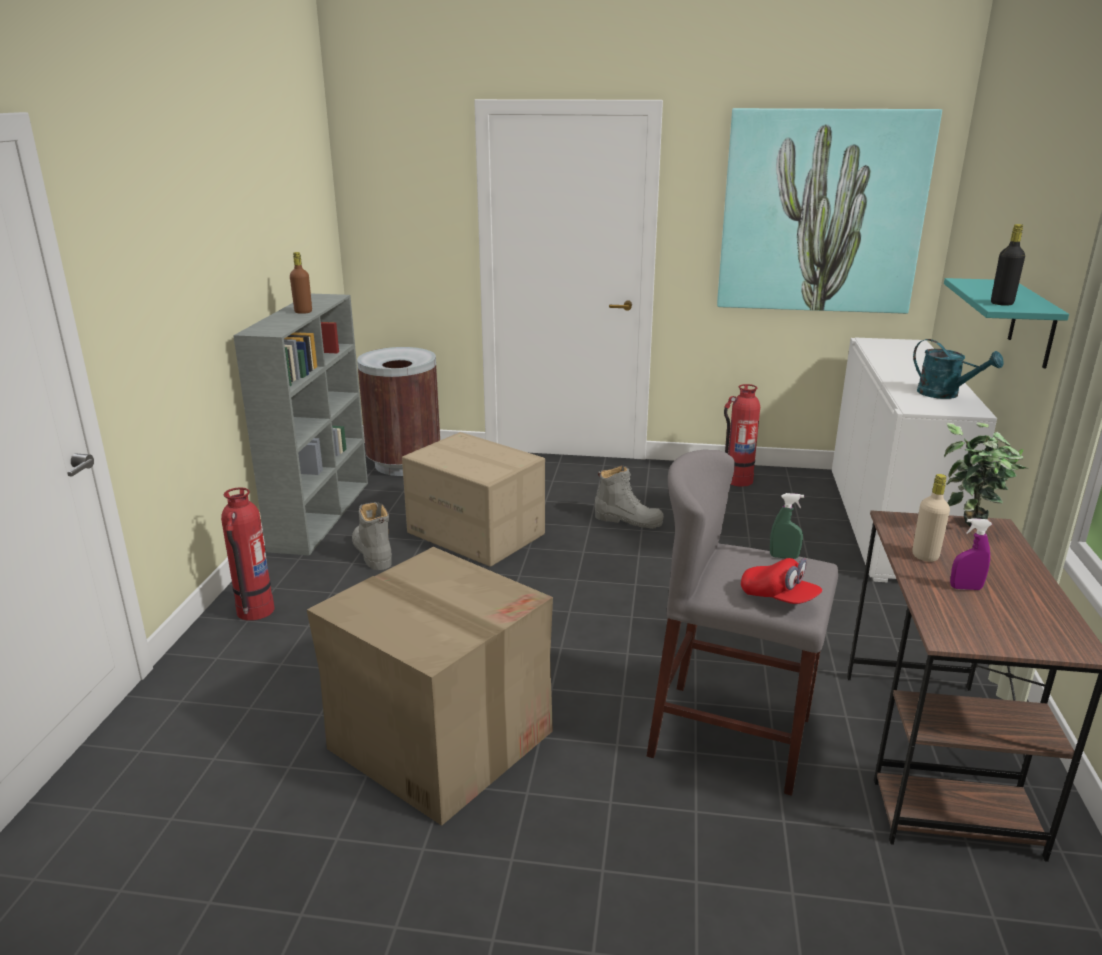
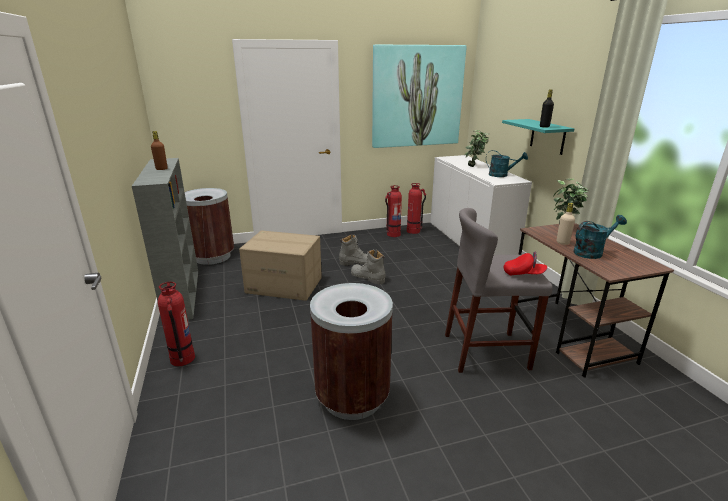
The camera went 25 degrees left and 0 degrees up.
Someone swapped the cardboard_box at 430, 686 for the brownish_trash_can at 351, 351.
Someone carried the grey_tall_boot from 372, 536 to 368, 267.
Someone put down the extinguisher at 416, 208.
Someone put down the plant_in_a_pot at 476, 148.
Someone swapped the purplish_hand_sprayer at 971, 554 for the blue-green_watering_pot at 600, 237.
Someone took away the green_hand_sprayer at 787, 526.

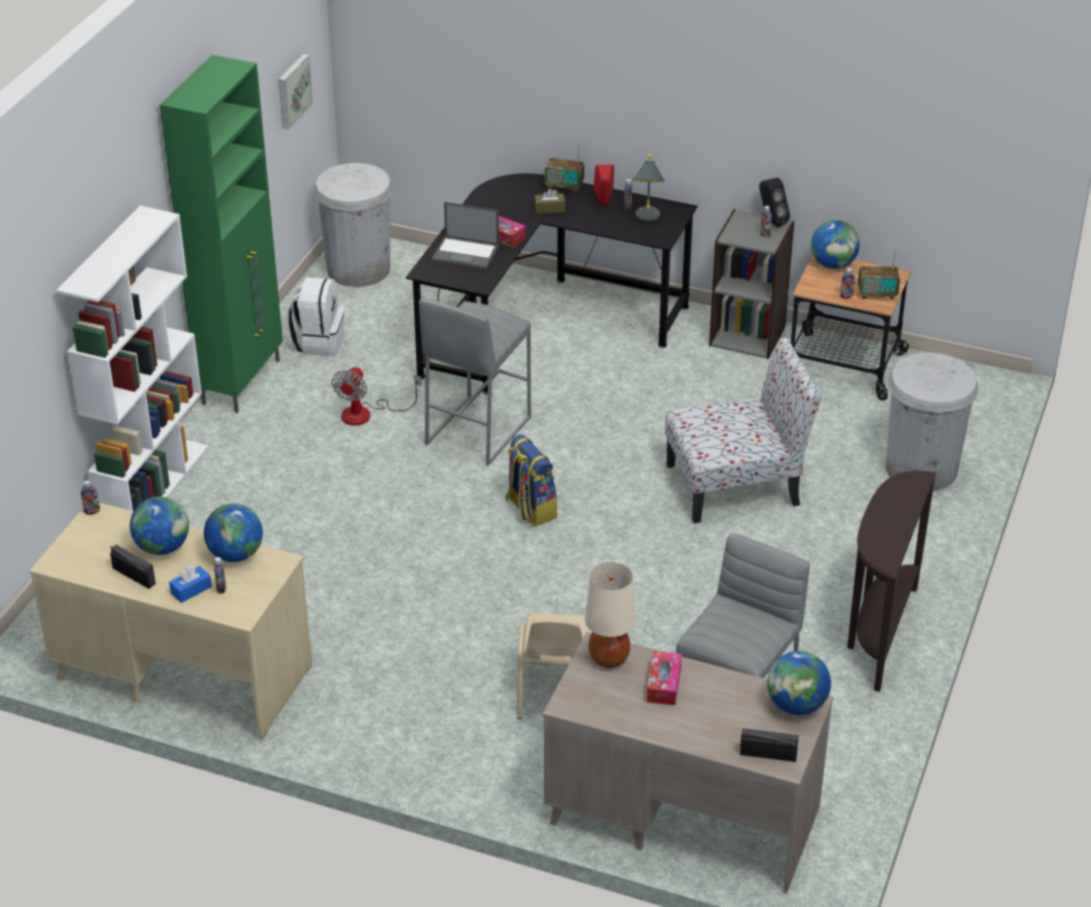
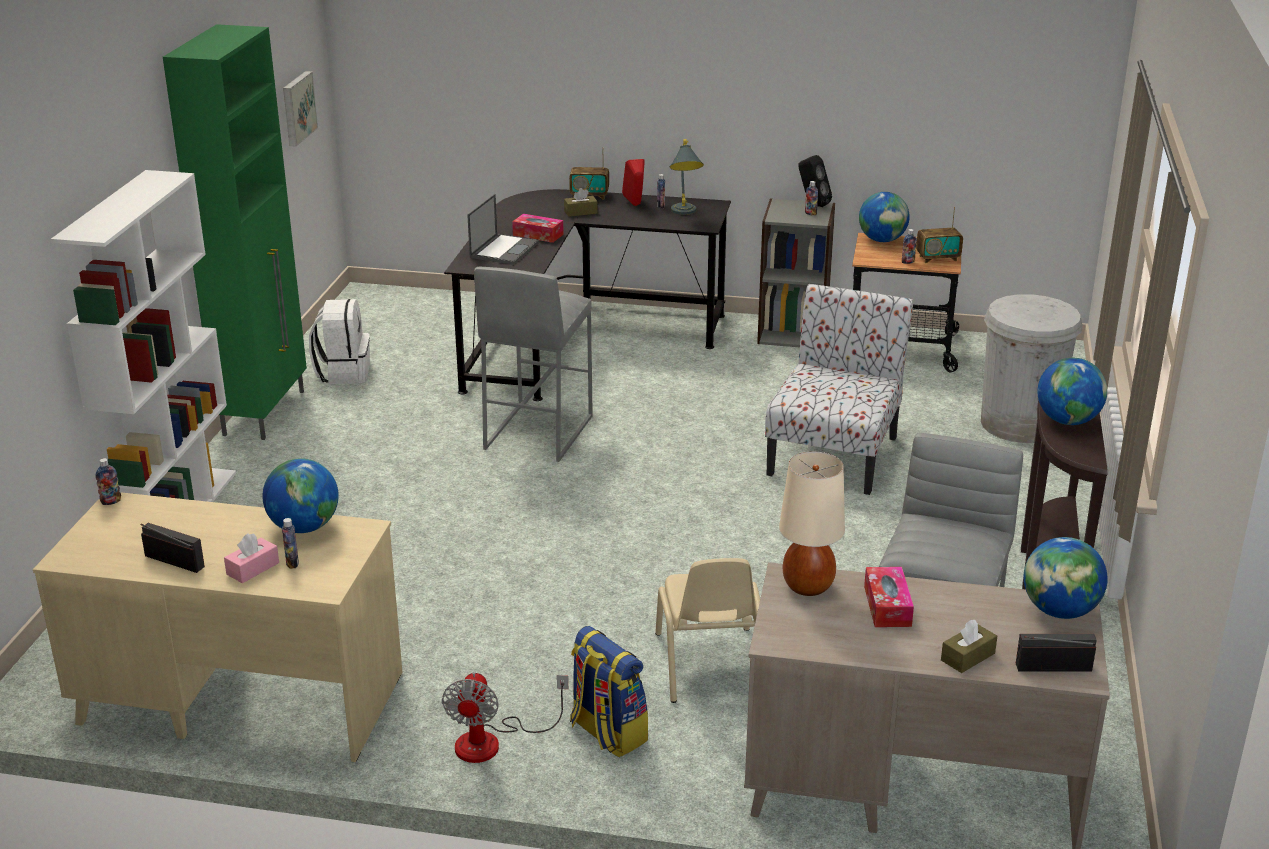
The camera went 10 degrees left and 10 degrees down.
Someone repainted the blue-coloured_tissue_holder at 190, 584, which became the pink-coloured_tissue_holder at 251, 558.
Someone carried the fan from 376, 396 to 505, 717.
Someone rotated the notebook_computer at 465, 236 by 75 degrees counterclockwise.
Someone carried the rucksack from 531, 480 to 609, 691.
Someone rotated the upright_chair at 743, 430 by 45 degrees counterclockwise.
Someone put down the brownish_tissue_holder at 969, 646.
Someone carried the desk_globe from 159, 525 to 1072, 391.
Someone took away the whitish_trash_can at 353, 225.

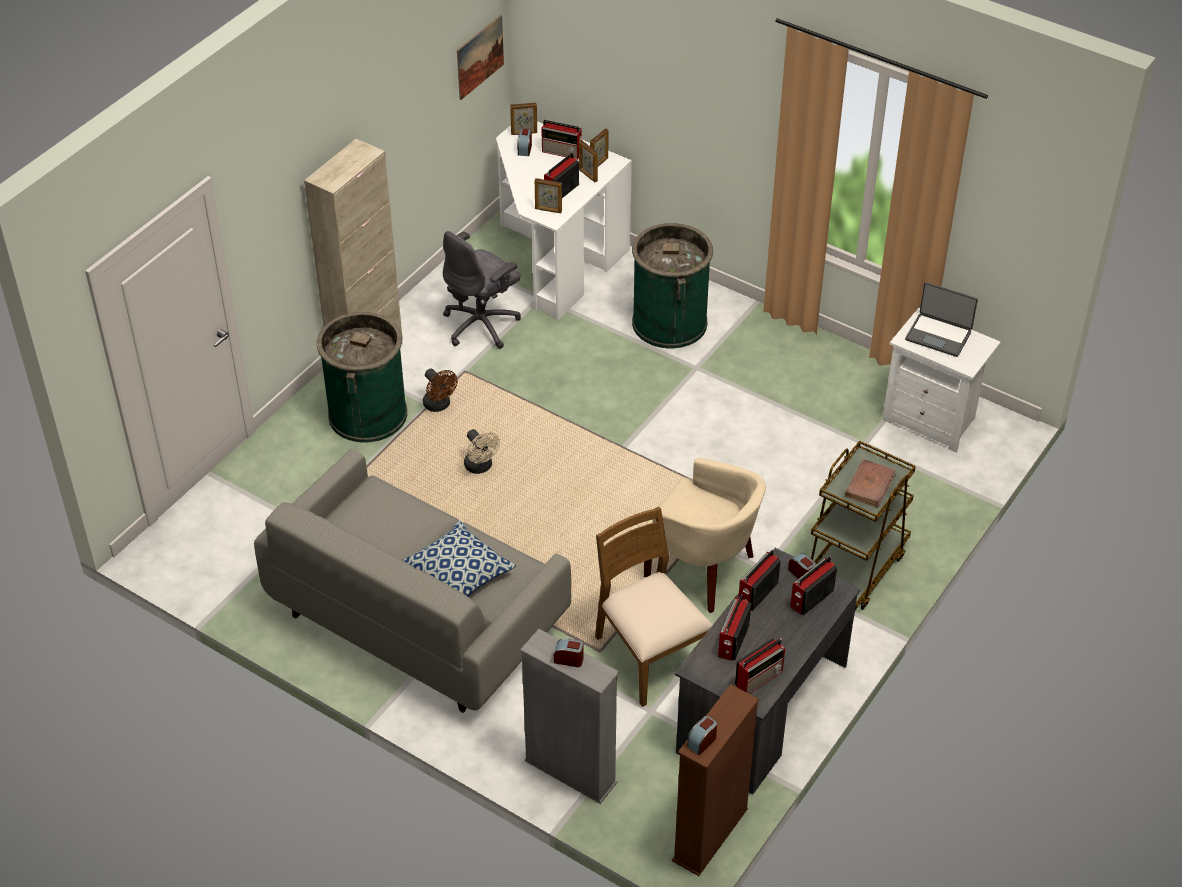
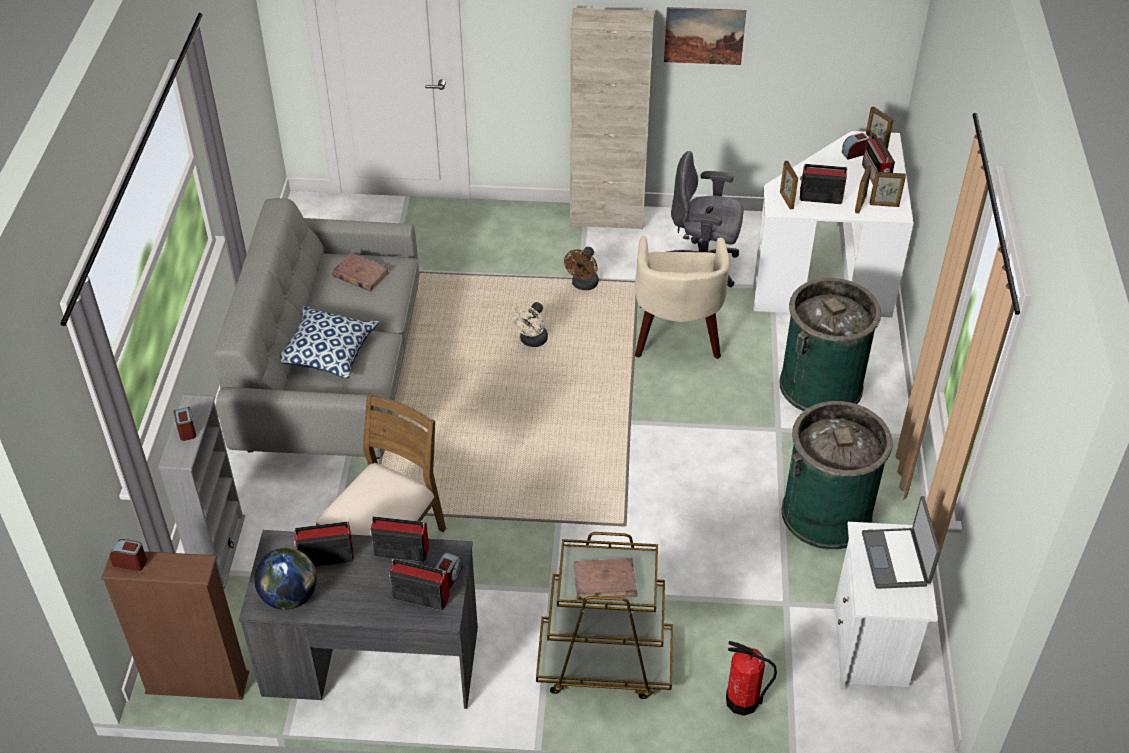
The camera went 60 degrees right and 0 degrees up.
Someone swapped the radio at 760, 666 for the desk_globe at 285, 579.
Someone put down the brownish_volume at 361, 272.
Someone carried the sand-coloured_easy_chair from 705, 535 to 682, 297.
Someone carried the wall_picture from 480, 57 to 705, 36.
Someone put down the extinguisher at 751, 678.
Someone carried the green_trash_can from 362, 377 to 837, 475.

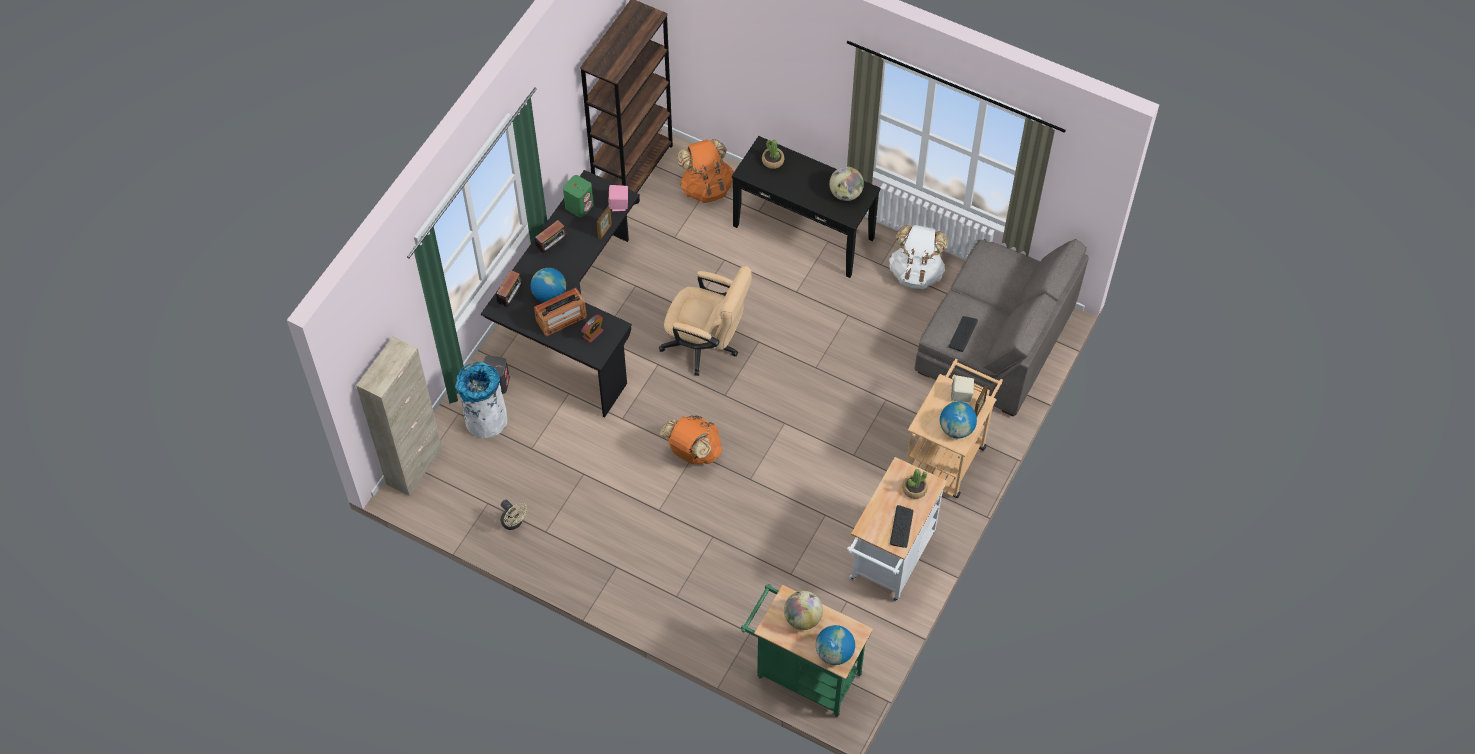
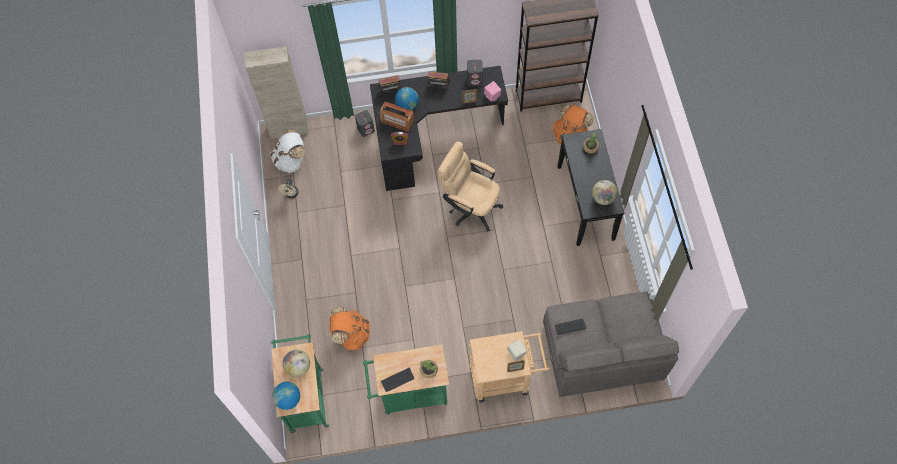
The camera went 55 degrees right and 5 degrees up.
Someone carried the whitish_rucksack from 918, 257 to 287, 151.
Someone carried the orange-coloured_rucksack from 691, 439 to 350, 329.
Someone repainted the whitish_trolley at 897, 529, which became the green_trolley at 406, 380.
Someone rotated the sand-coloured_office_chair at 705, 321 by 135 degrees clockwise.
Someone repainted the green_loudspeaker at 578, 196, which became the grey_loudspeaker at 475, 73.
Someone took away the whitish_trash_can at 481, 400.
Someone took away the desk_globe at 958, 420.

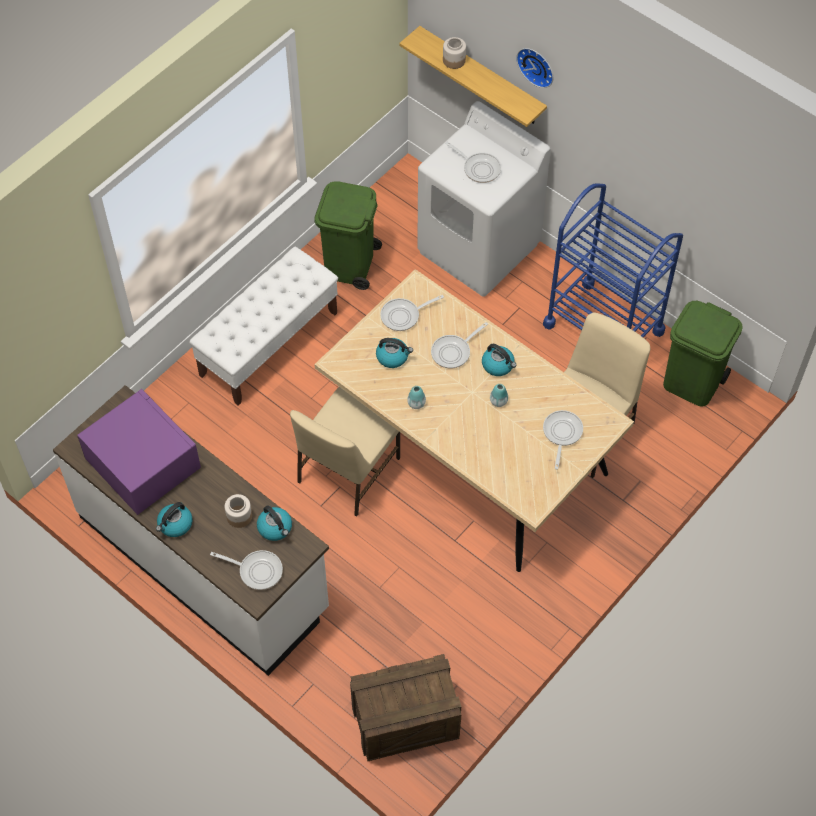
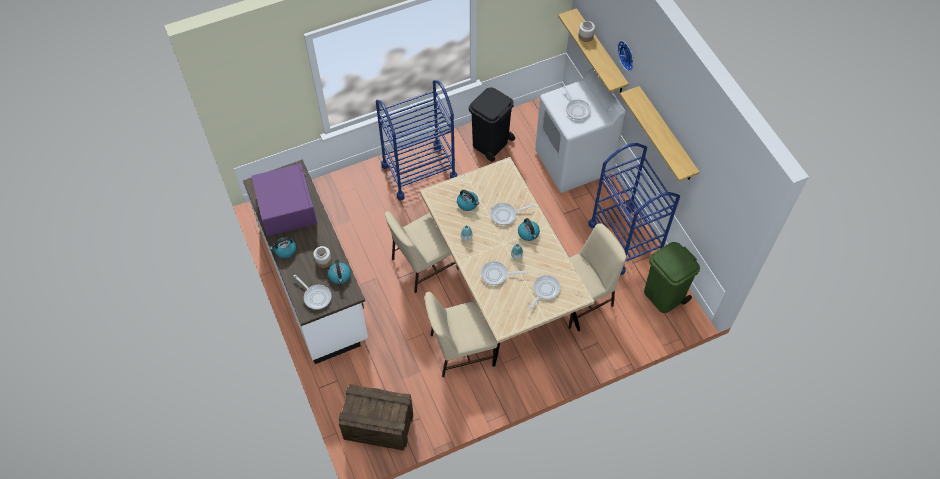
The camera went 25 degrees right and 0 degrees up.
Someone swapped the whitish_bench at 263, 326 for the blue-coloured_trolley at 416, 140.
Someone put down the sand-coloured_upright_chair at 461, 335.
Someone repainted the green_trash_can at 348, 235, which became the blackish_trash_can at 492, 124.
Someone carried the frying_pan from 412, 313 to 504, 273.
Someone put up the shelf at 659, 133.

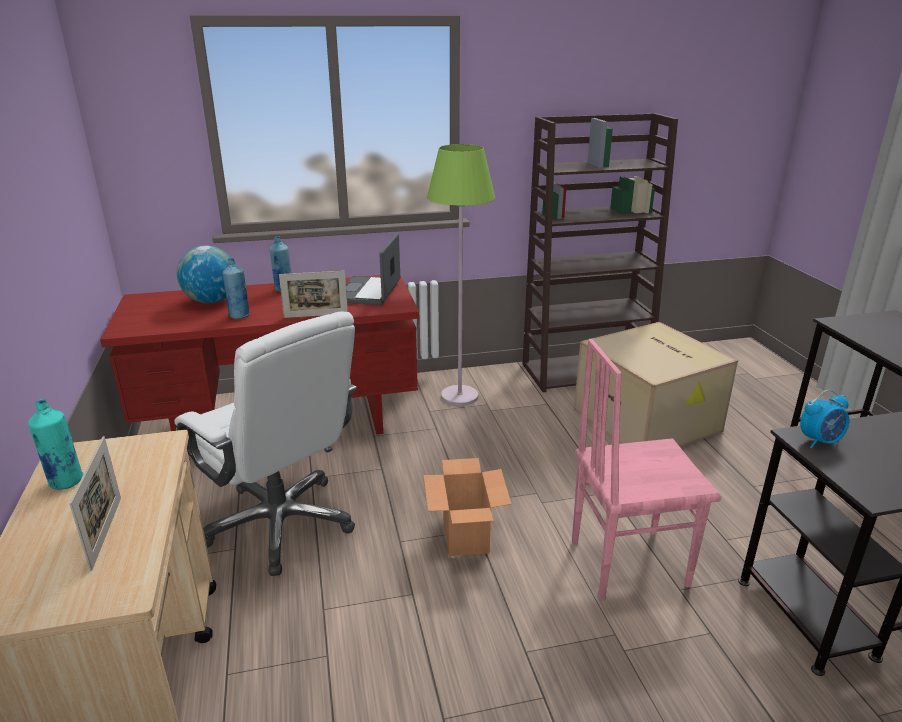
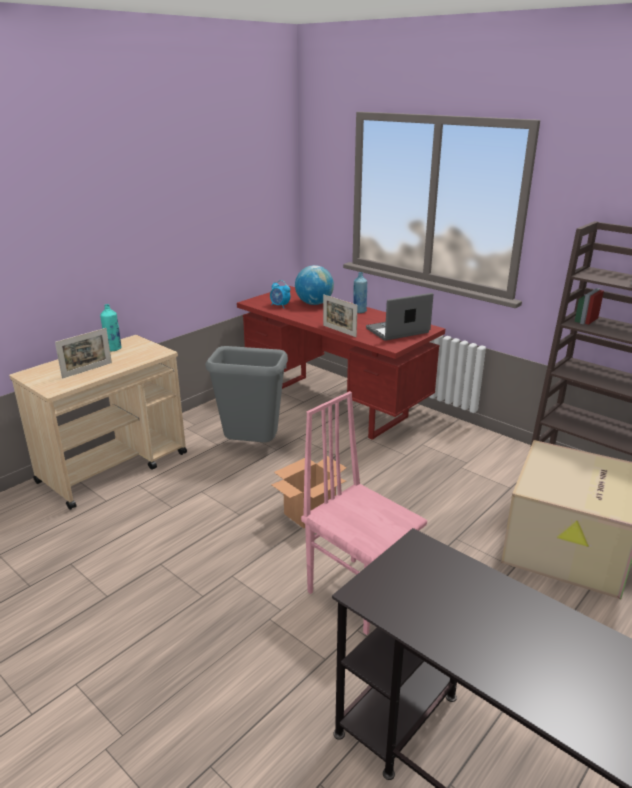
The camera went 55 degrees right and 0 degrees up.
Someone swapped the whitish_office_chair at 265, 444 for the grey_trash_can at 246, 394.
Someone carried the table_clock from 824, 419 to 280, 294.
Someone took away the blue-coloured_beverage_bottle at 236, 288.
Someone took away the green_floor_lamp at 461, 275.

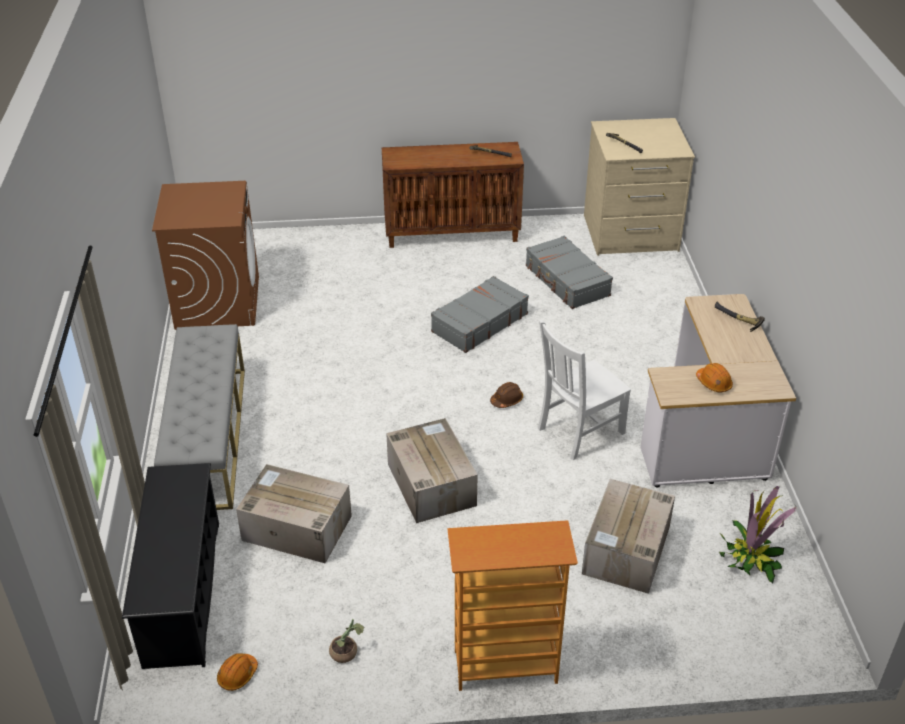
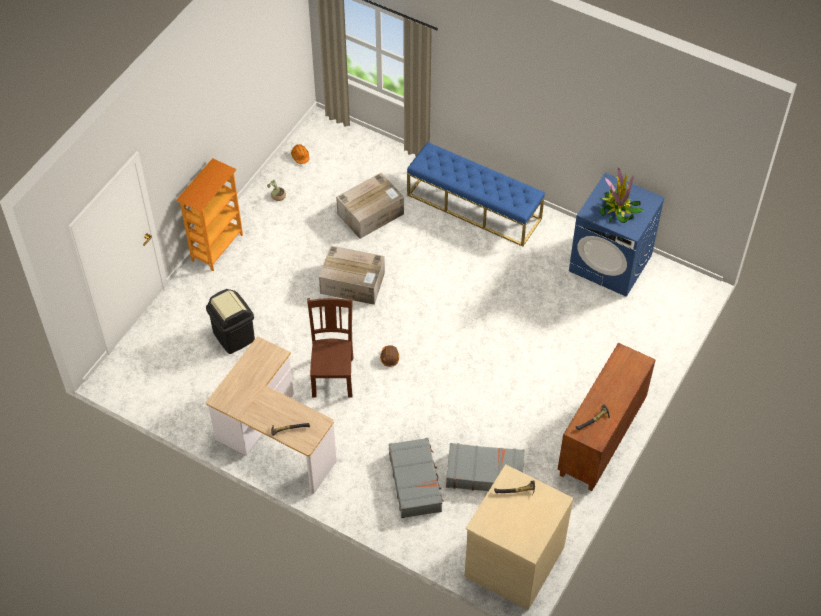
The camera went 125 degrees right and 15 degrees up.
Someone swapped the cardboard_box at 628, 536 for the blackish_trash_can at 230, 321.
Someone repainted the whitish_upright_chair at 584, 390, which became the brownish_upright_chair at 330, 348.
Someone carried the grey_travel_case from 480, 314 to 416, 478.
Someone repainted the grey_bench at 199, 417, which became the blue-coloured_bench at 476, 194.
Someone repainted the brownish_laundry_appliance at 205, 255, which became the blue-coloured_laundry_appliance at 617, 234.
Someone carried the plant_in_a_pot from 757, 534 to 620, 195.
Someone took away the blackish_shoe_rack at 170, 566.
Someone took away the orange-coloured_safety_helmet at 714, 378.

